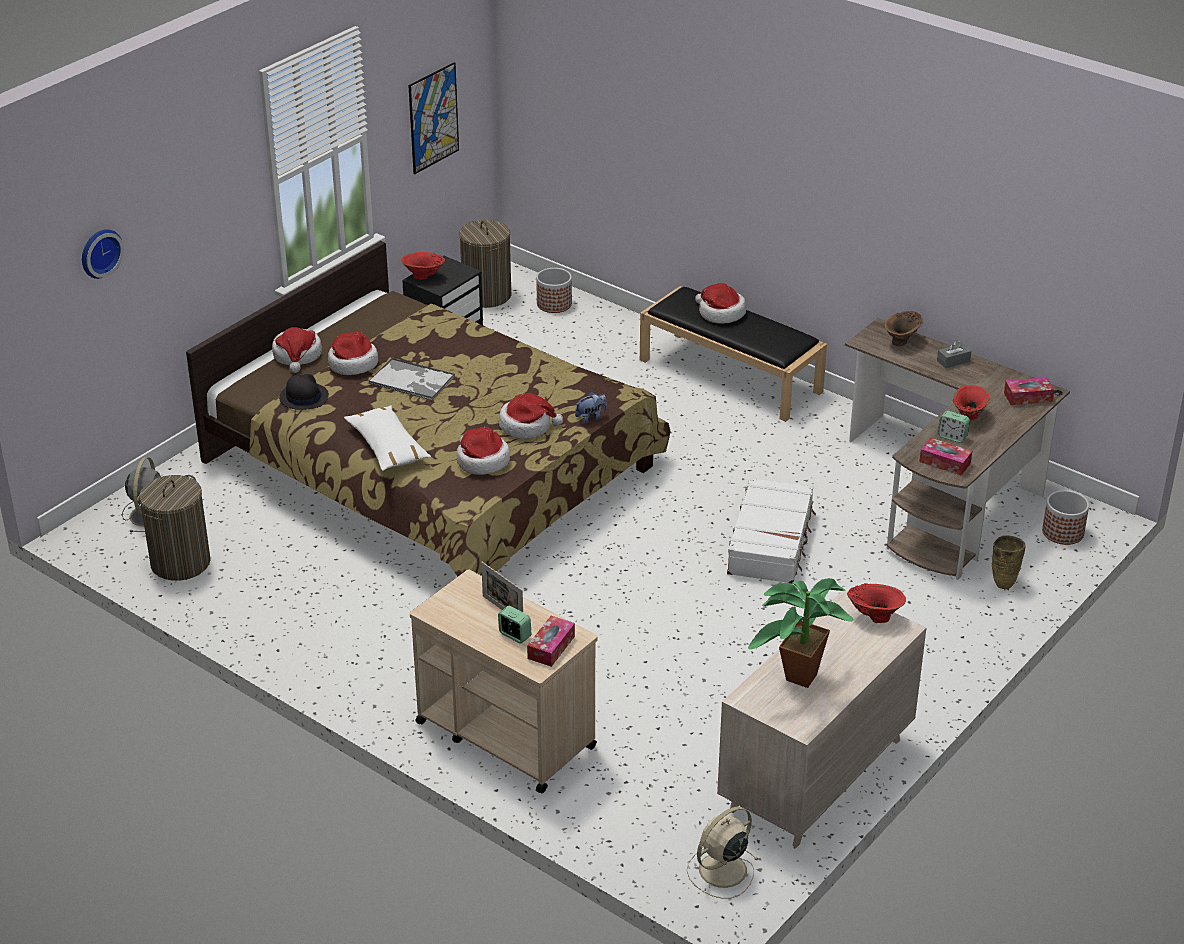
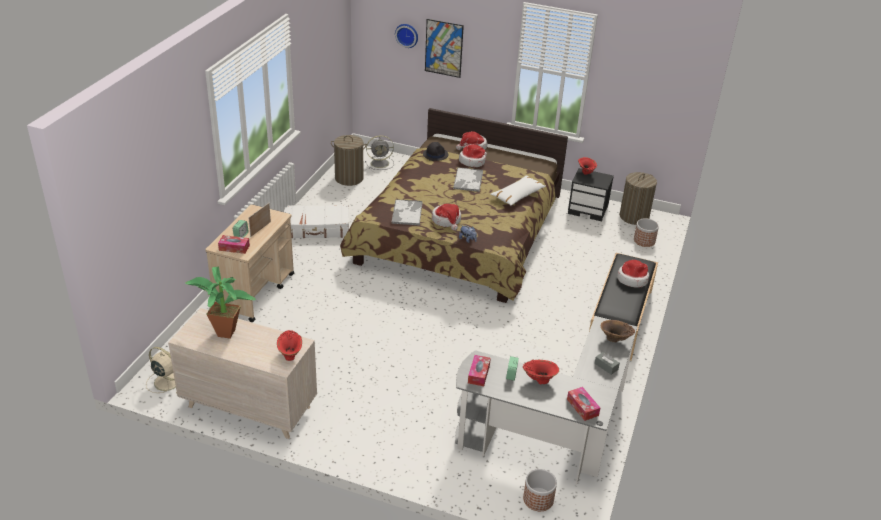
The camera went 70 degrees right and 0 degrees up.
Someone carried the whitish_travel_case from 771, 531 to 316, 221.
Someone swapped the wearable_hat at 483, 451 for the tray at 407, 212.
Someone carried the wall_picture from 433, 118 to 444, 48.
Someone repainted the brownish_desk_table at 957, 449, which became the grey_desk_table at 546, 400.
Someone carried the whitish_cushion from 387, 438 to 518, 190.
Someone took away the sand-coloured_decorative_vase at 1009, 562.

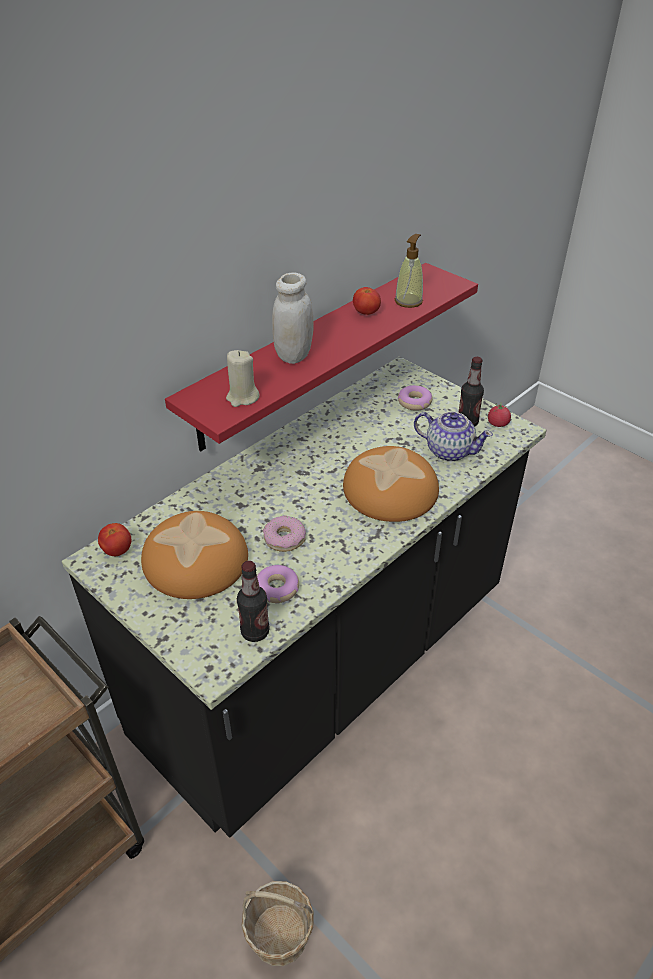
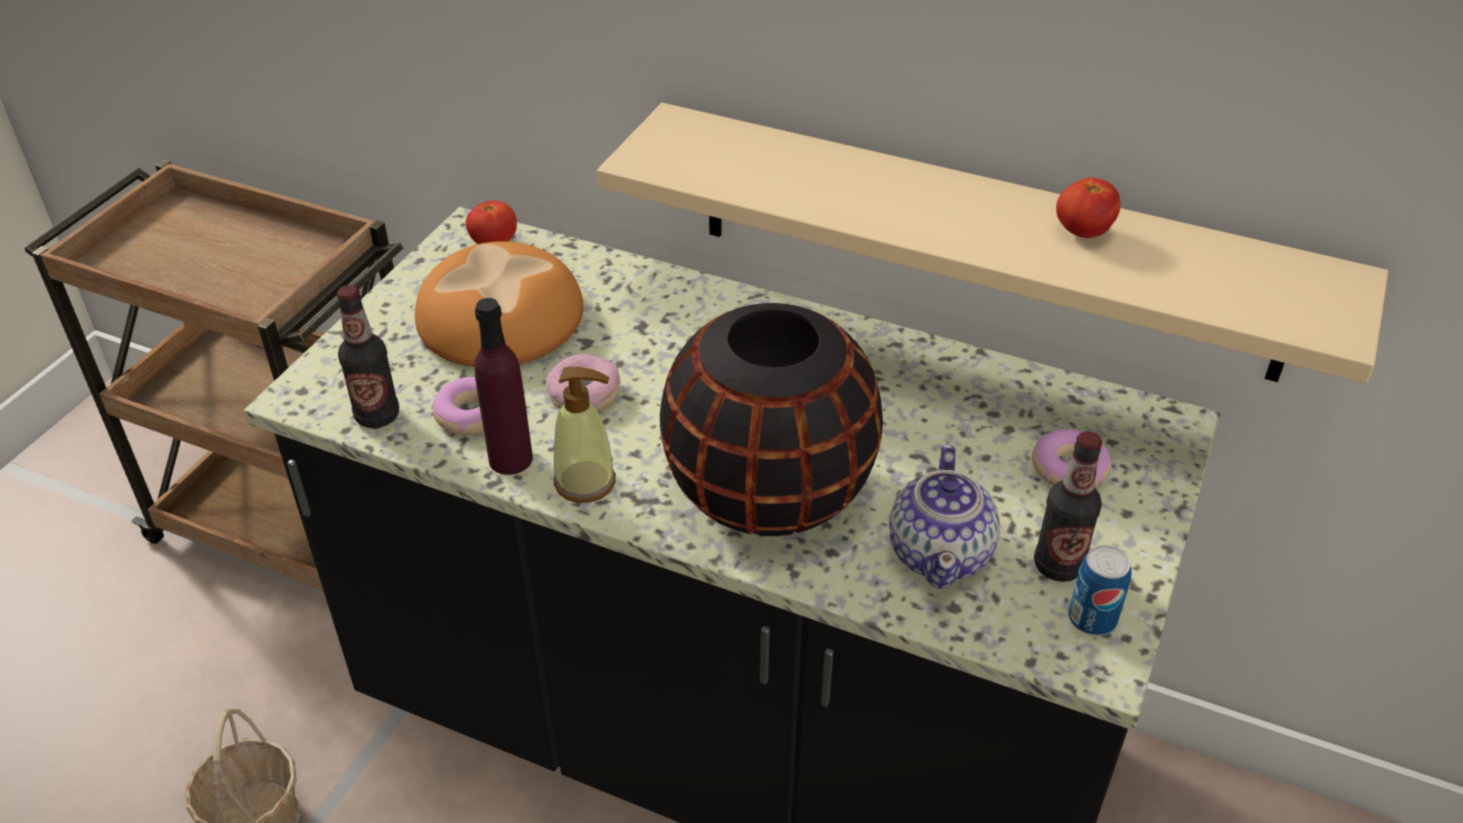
The camera went 70 degrees right and 0 degrees up.
Someone put down the purplish_beverage_bottle at 503, 386.
Someone carried the soap_bottle from 409, 271 to 585, 434.
Someone repainted the red_shelf at 321, 357, which became the sand-coloured_shelf at 993, 243.
Someone swapped the bakery_bread at 391, 484 for the blackish_decorative_vase at 771, 419.
Someone swapped the whole_tomato at 499, 414 for the can at 1100, 590.
Someone took away the sand-coloured_wax_light at 243, 378.
Someone took away the whitish_jar at 293, 318.

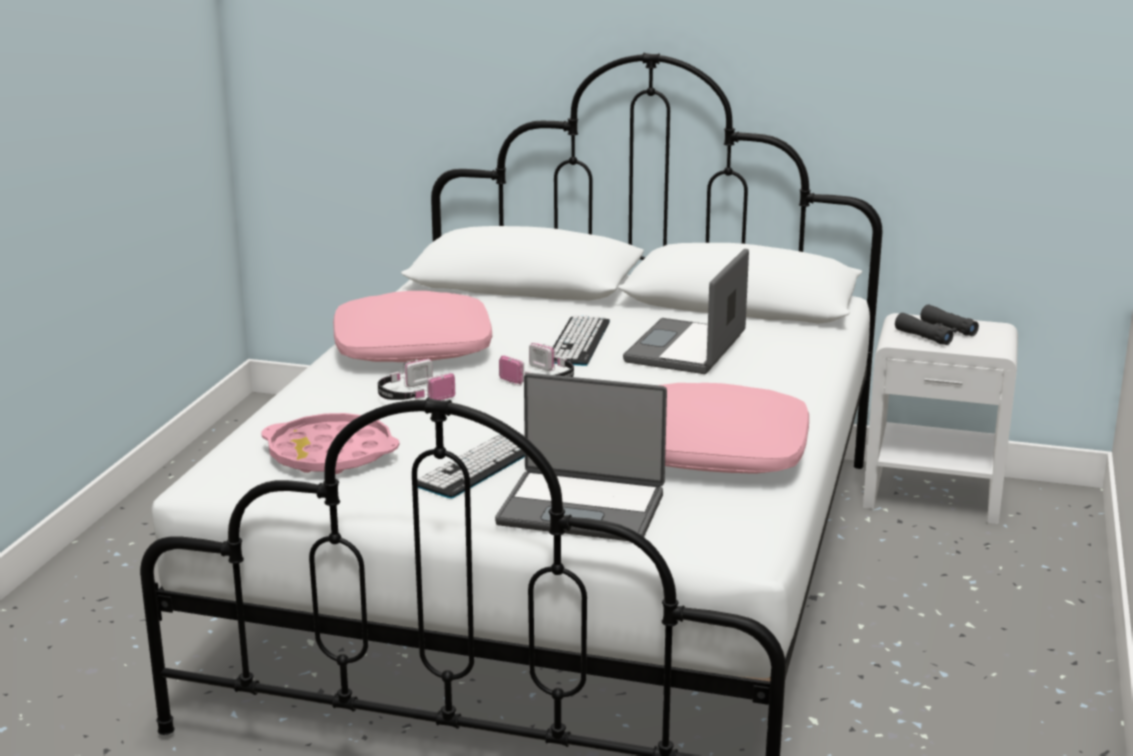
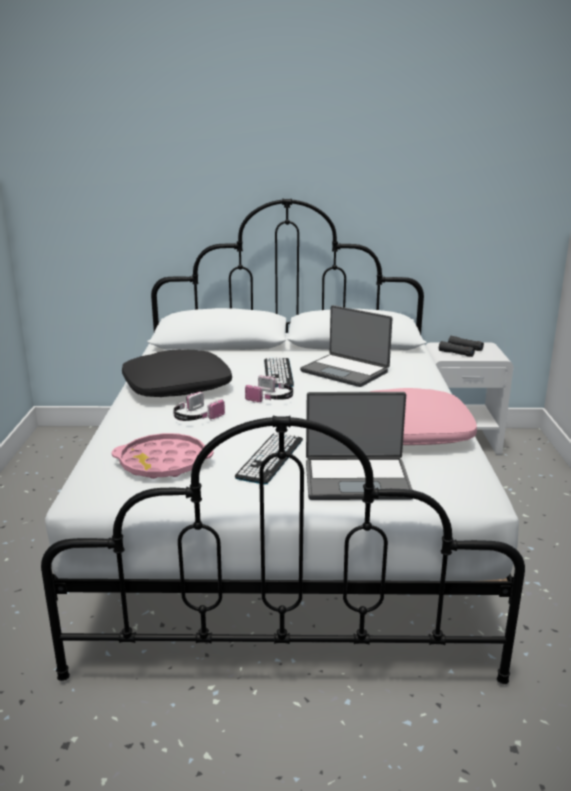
The camera went 15 degrees left and 0 degrees up.
Someone repainted the pink-coloured_cushion at 412, 326, which became the blackish_cushion at 177, 373.
Someone rotated the notebook_computer at 686, 311 by 60 degrees counterclockwise.

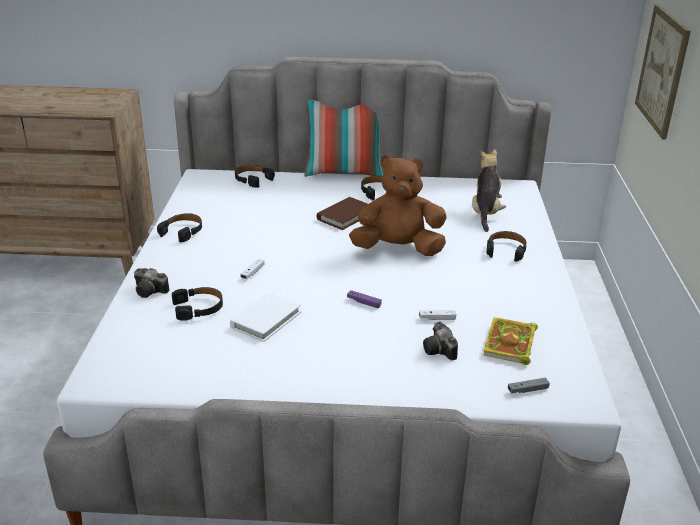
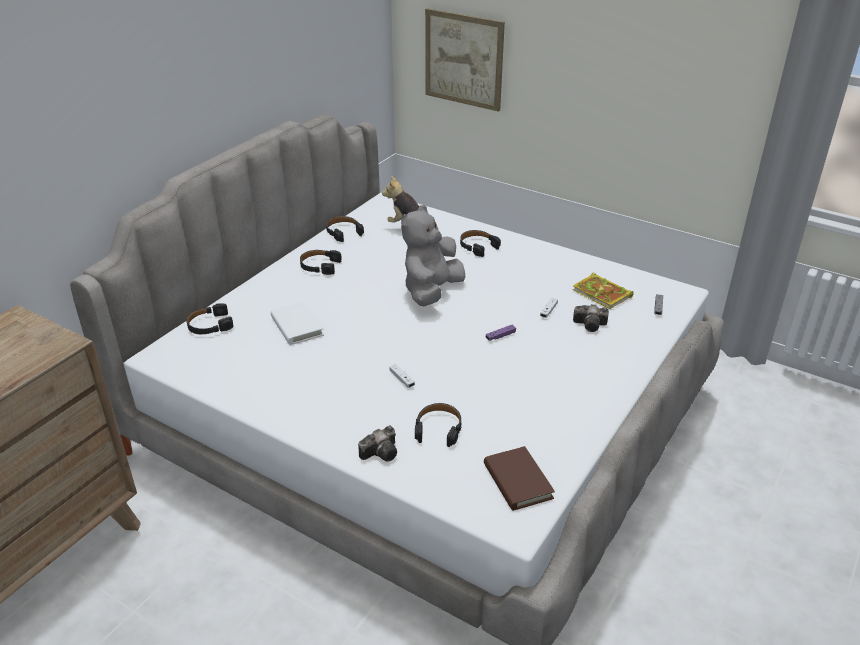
The camera went 60 degrees left and 5 degrees up.
Someone carried the whitish_volume from 265, 317 to 297, 323.
Someone carried the blackish_headphones from 179, 228 to 345, 229.
Someone repainted the brownish_cuddly_toy at 397, 205, which became the grey_cuddly_toy at 433, 255.
Someone carried the brownish_volume from 342, 213 to 519, 478.
Someone took away the cushion at 343, 138.

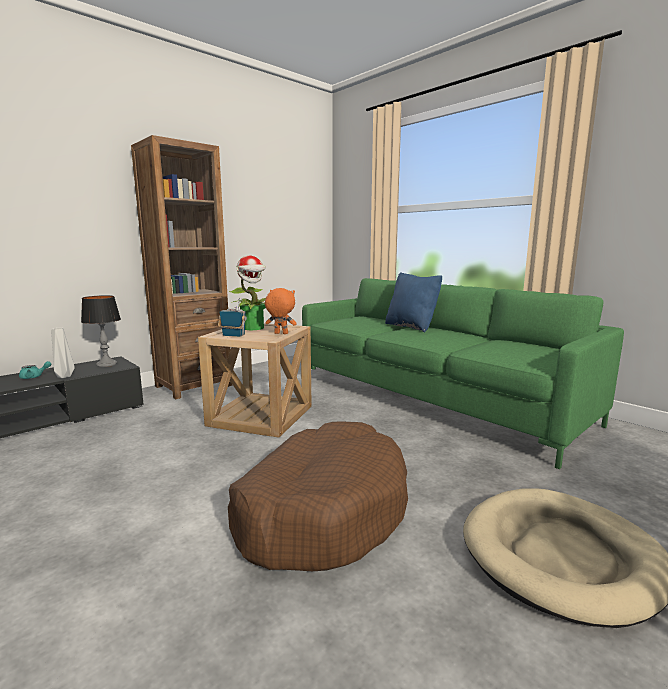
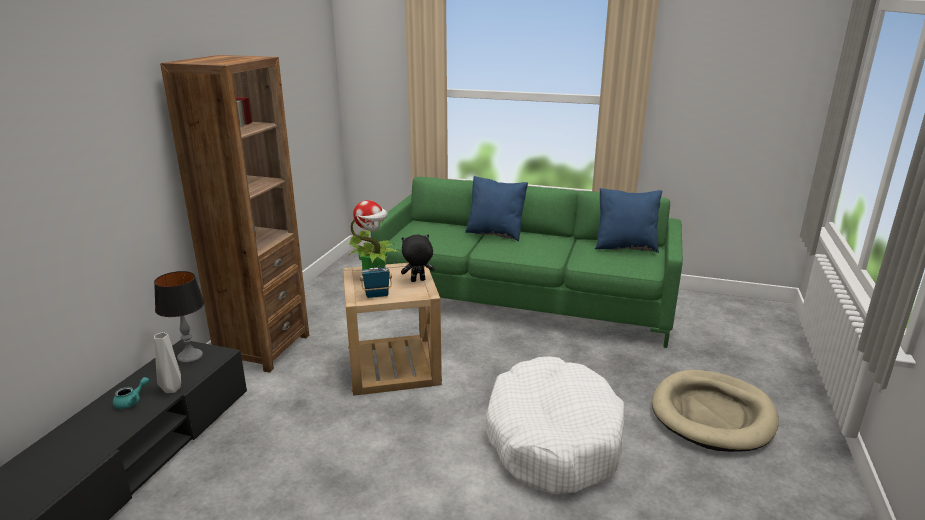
The camera went 30 degrees left and 10 degrees up.
Someone repainted the orange-coloured_cuddly_toy at 281, 311, which became the blackish_cuddly_toy at 418, 258.
Someone repainted the brownish_dog_bed at 318, 496, which became the whitish_dog_bed at 554, 425.
Someone put down the blue-coloured_cushion at 628, 220.

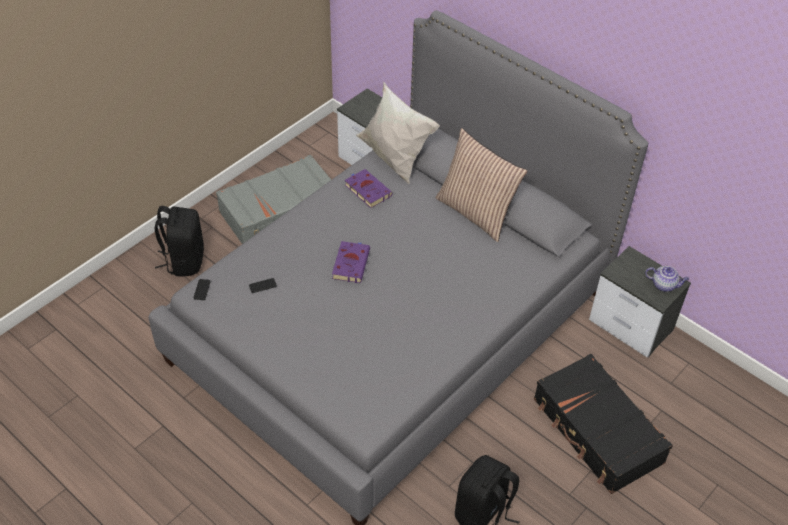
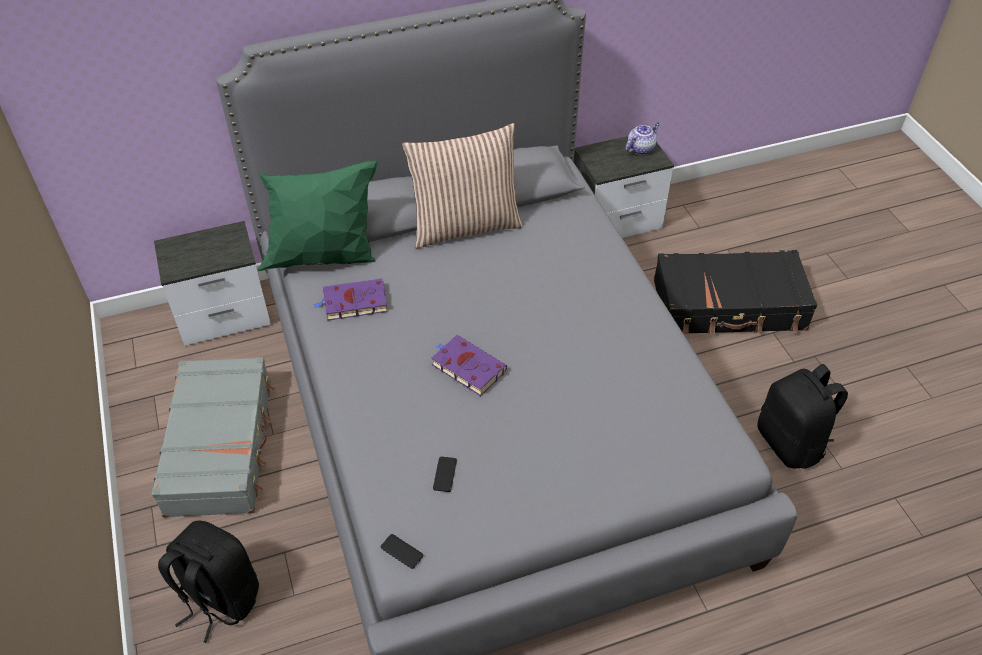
The camera went 60 degrees left and 0 degrees up.
Someone repainted the whitish_cushion at 398, 133, which became the green_cushion at 317, 215.

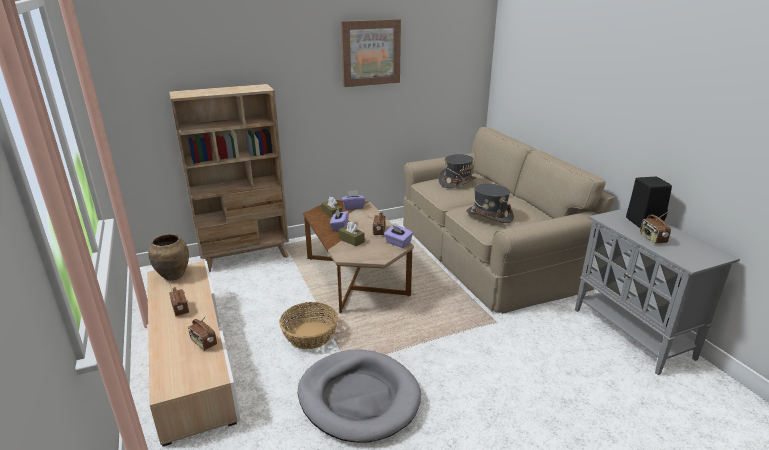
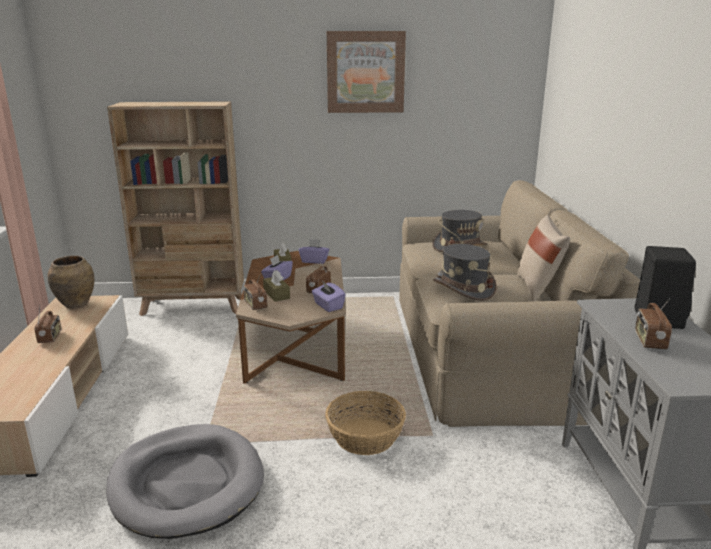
The camera went 20 degrees right and 5 degrees down.
Someone carried the radio from 202, 333 to 255, 292.
Someone carried the household_basket from 308, 325 to 365, 423.
Someone put down the sand-coloured_cushion at 543, 258.

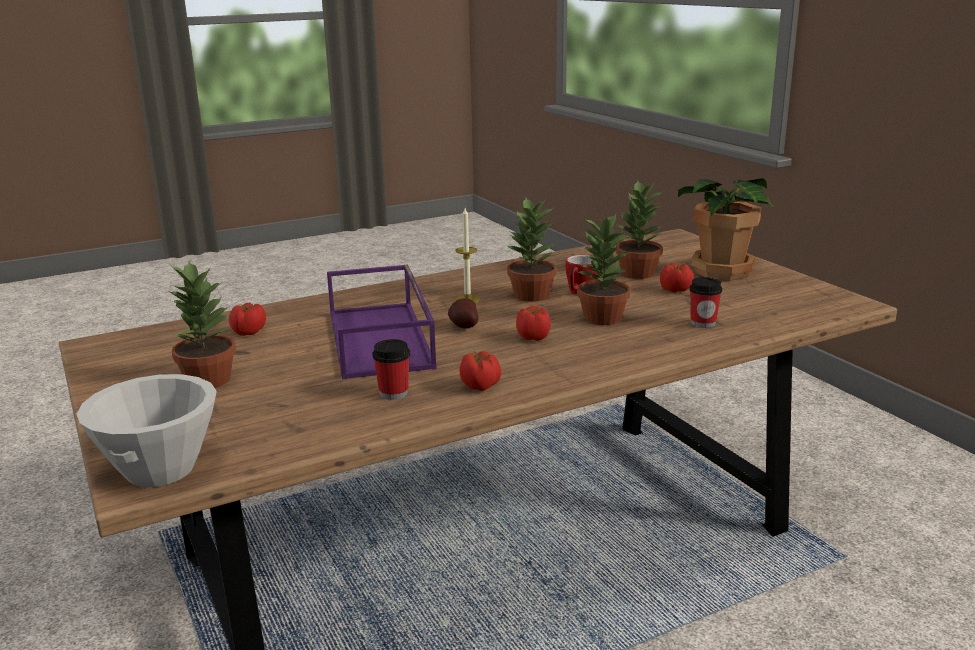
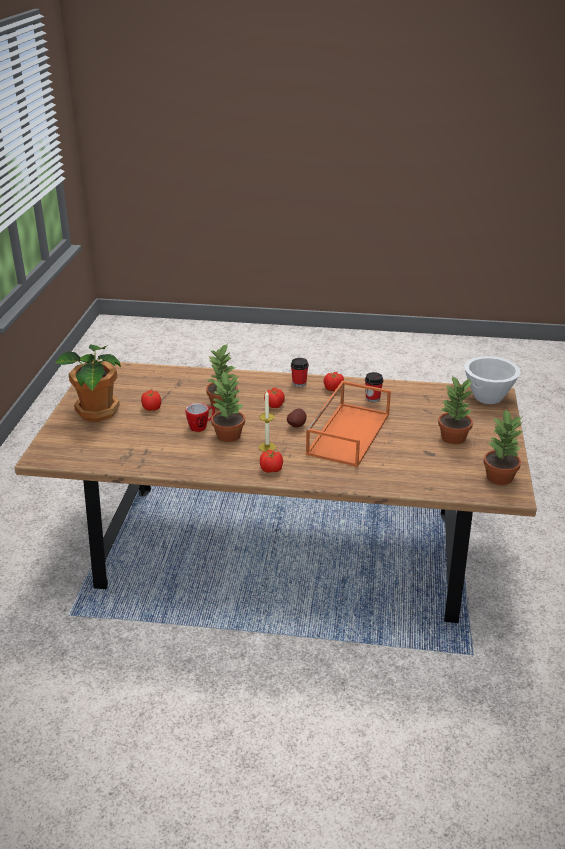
The camera went 145 degrees left and 10 degrees up.
Someone carried the whole_tomato from 247, 319 to 271, 461.
Someone carried the small_cup from 705, 302 to 300, 372.
Someone repainted the purplish_tray at 382, 322, which became the orange-coloured_tray at 348, 423.
Someone carried the plant_in_a_pot from 639, 230 to 503, 447.

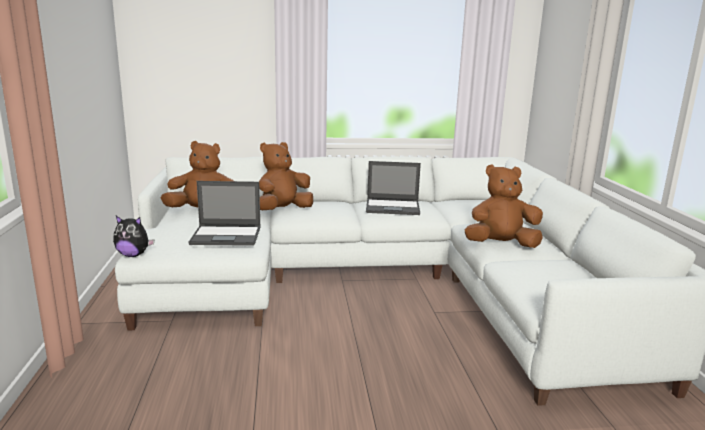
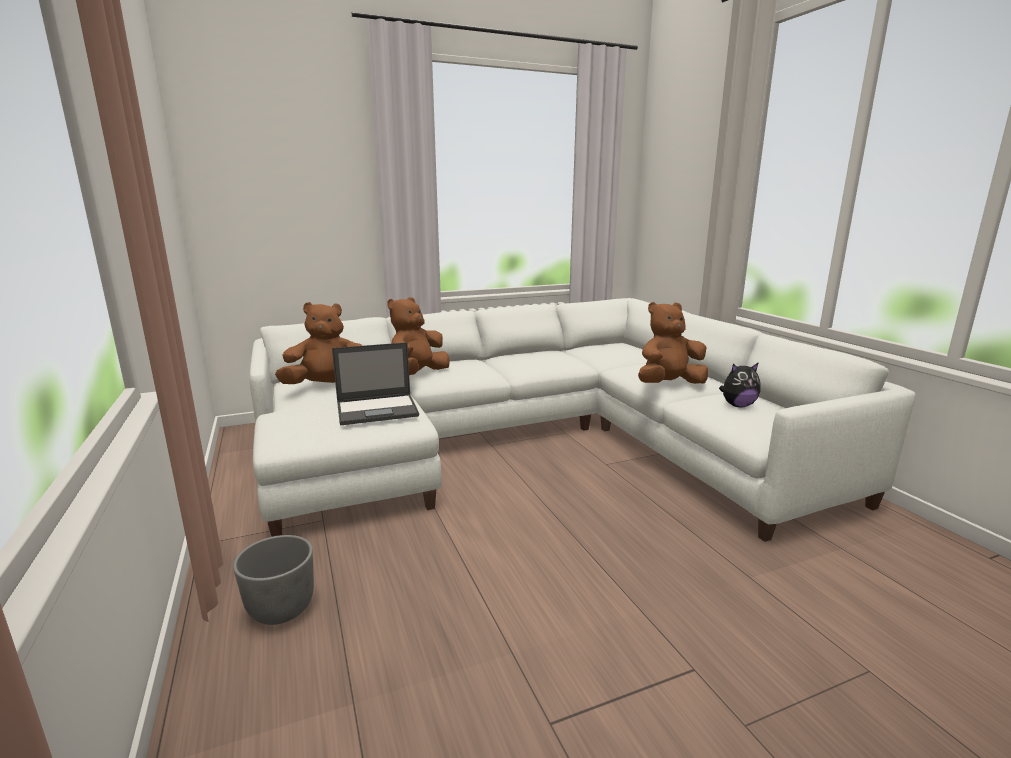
The camera went 15 degrees left and 0 degrees up.
Someone put down the grey_flower_pot at 273, 580.
Someone carried the cuddly_toy from 133, 236 to 740, 384.
Someone took away the notebook_computer at 393, 188.

